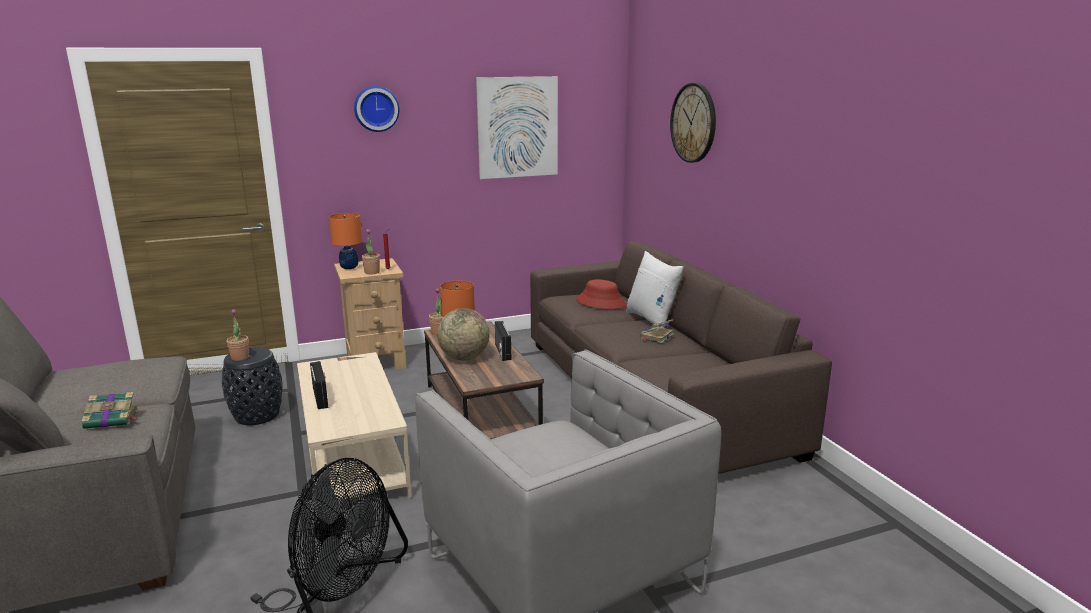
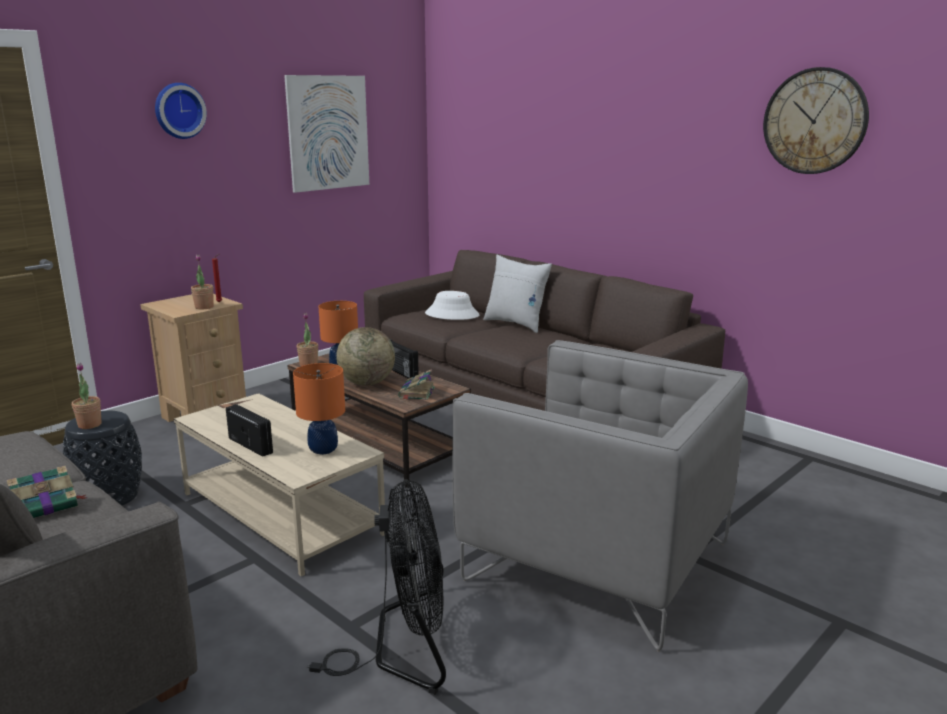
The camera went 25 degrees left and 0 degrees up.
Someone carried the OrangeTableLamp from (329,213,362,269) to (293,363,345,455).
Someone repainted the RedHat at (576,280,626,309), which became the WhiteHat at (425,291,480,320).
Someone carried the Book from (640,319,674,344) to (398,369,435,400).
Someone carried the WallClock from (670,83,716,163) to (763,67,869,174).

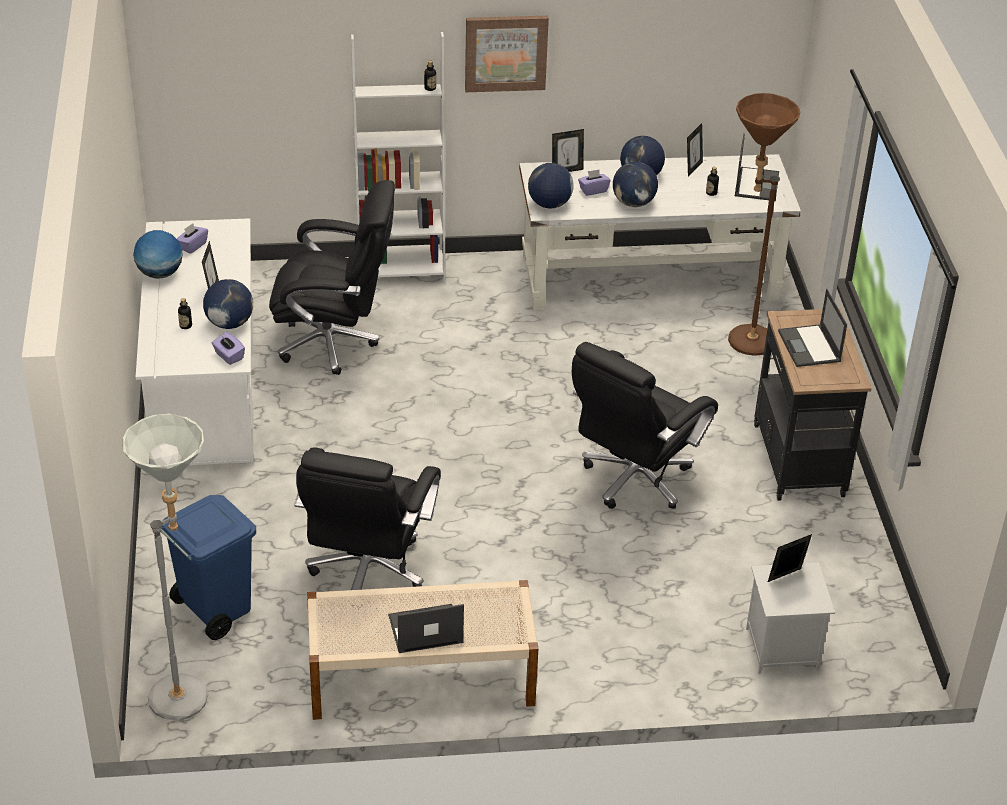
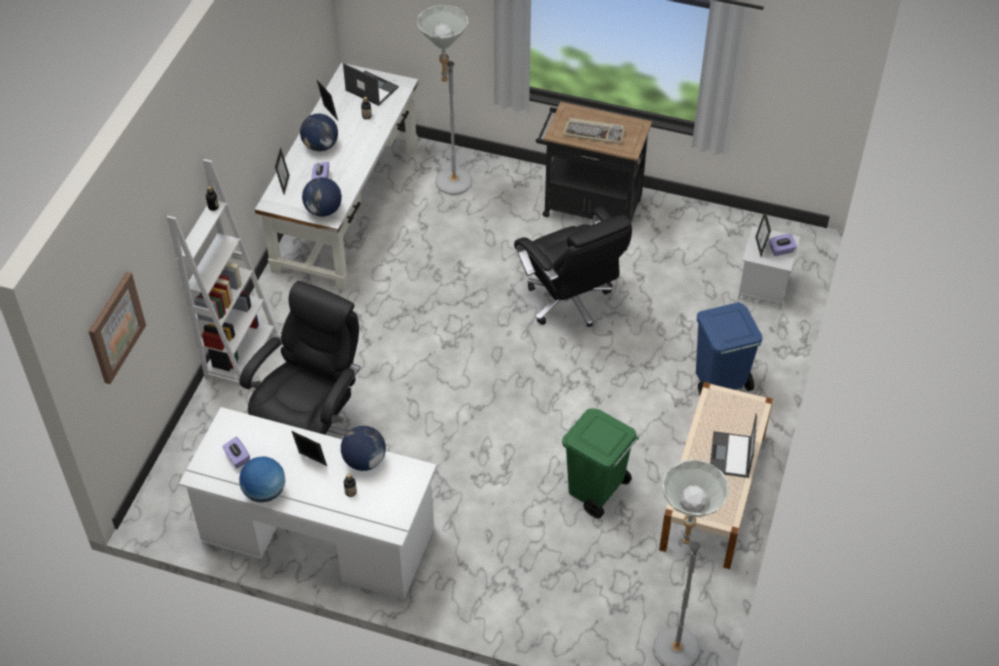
The camera went 65 degrees left and 10 degrees up.
Someone carried the BlueTrashCan from (161,495,256,640) to (696,302,762,395).
Someone carried the PurpleTissueBox from (212,332,245,365) to (769,234,797,256).
Someone swapped the BlackOfficeChair at (294,447,441,610) for the GreenTrashCan at (562,408,639,518).
Someone carried the Picture from (465,16,549,92) to (89,272,146,384).
Someone took away the Globe at (613,161,658,207).
Someone repainted the BrownFloorLamp at (728,93,801,356), which became the GreyFloorLamp at (417,5,473,195).
Someone swapped the Laptop at (778,289,847,367) for the Keyboard at (563,118,625,144).

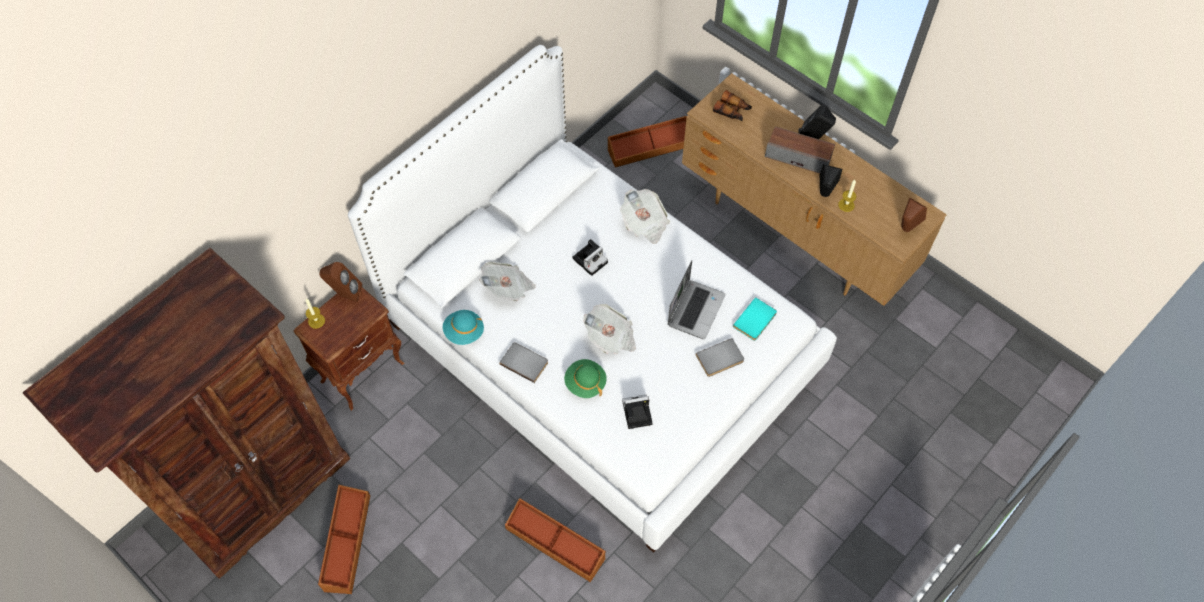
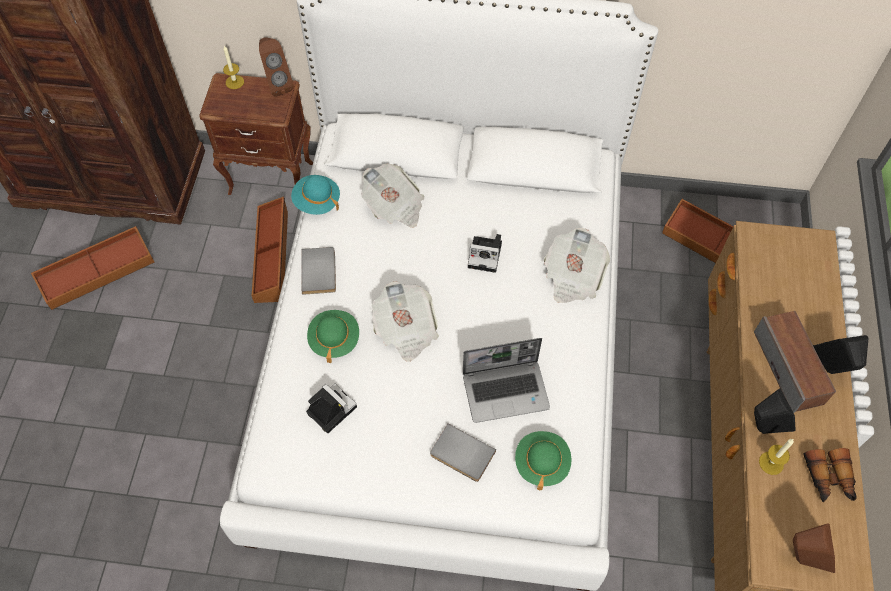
The camera went 55 degrees right and 0 degrees up.
Someone carried the BrownStorageBox from (505,498,606,582) to (252,196,288,303).
Someone carried the Binoculars from (713,90,752,121) to (803,448,857,502).
Someone swapped the TurquoiseBook at (733,297,777,341) for the GreenHat at (515,431,572,491).

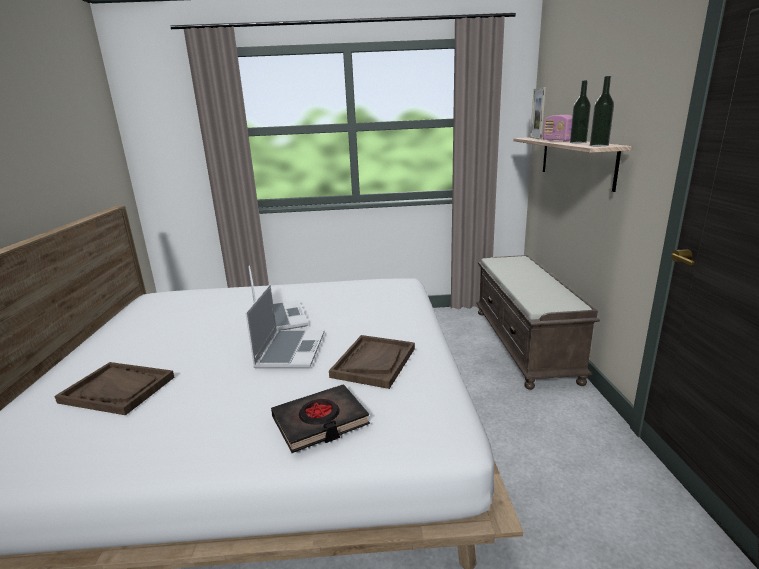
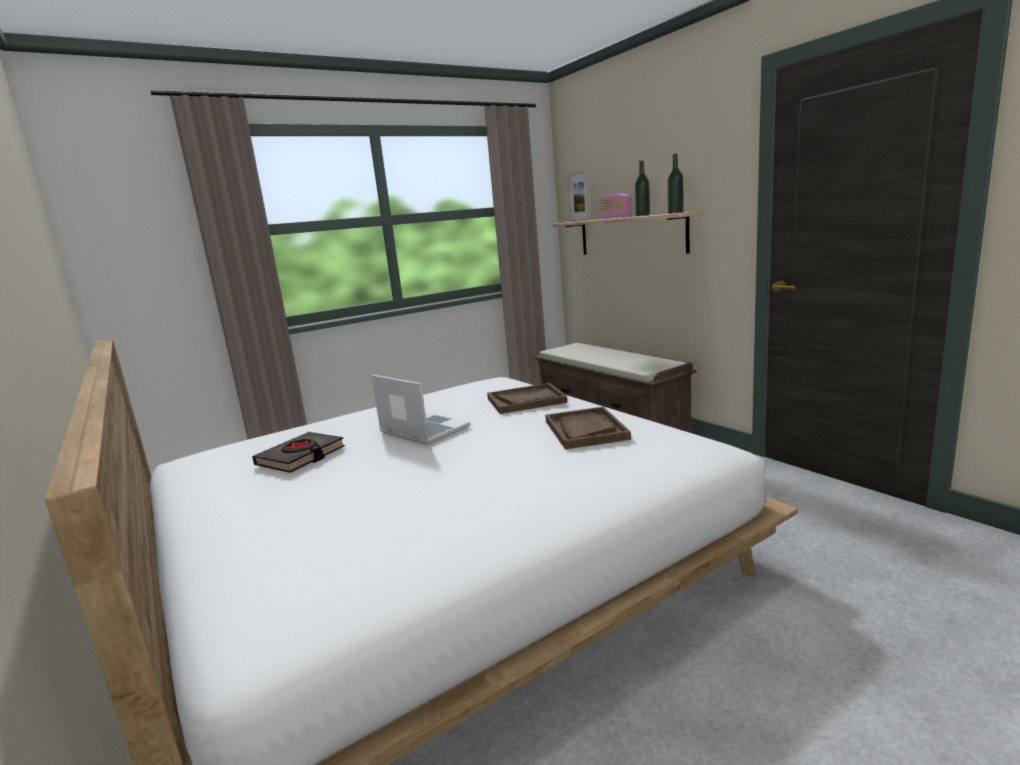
The camera went 30 degrees left and 5 degrees down.
Someone carried the BrownTray from (54,362,175,415) to (487,383,567,414).
Someone took away the Laptop at (245,285,324,368).
Someone carried the BlackBook from (271,384,370,453) to (252,432,345,473).

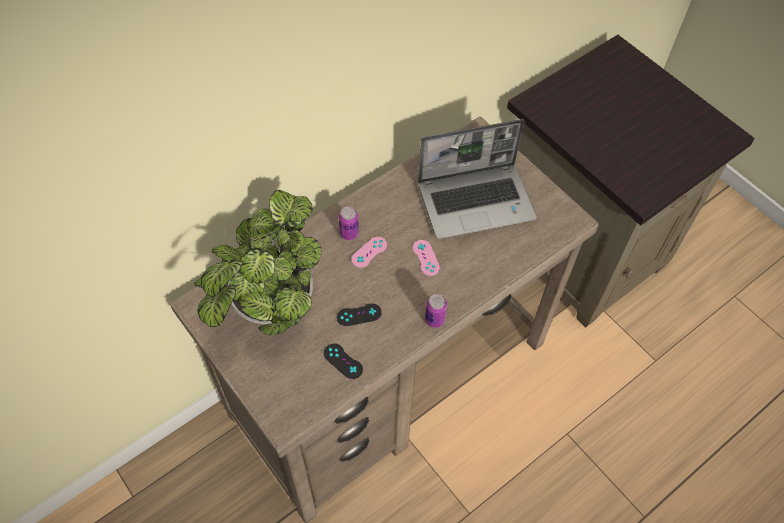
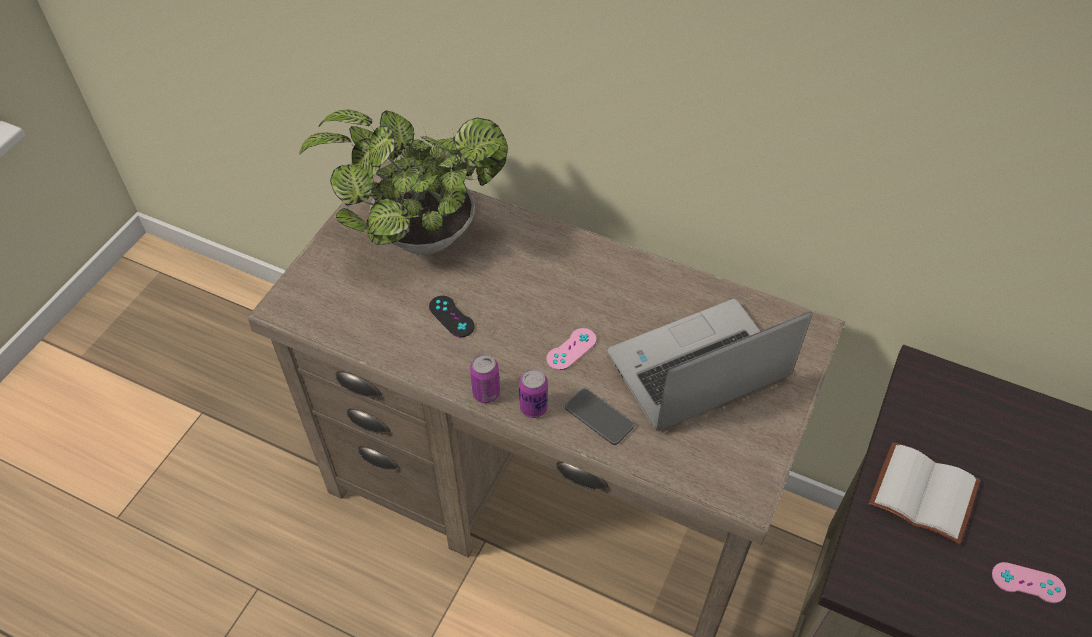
The camera went 65 degrees right and 5 degrees down.
Someone took away the BlackGameController at (324,343,363,379).
Someone carried the Can from (339,207,359,240) to (519,368,548,418).
Someone carried the PinkGameController from (351,236,387,268) to (992,562,1066,603).
Someone rotated the Laptop at (418,119,537,239) by 105 degrees clockwise.
Someone put down the Phone at (565,388,634,445).
Someone put down the WhiteBook at (869,442,980,545).

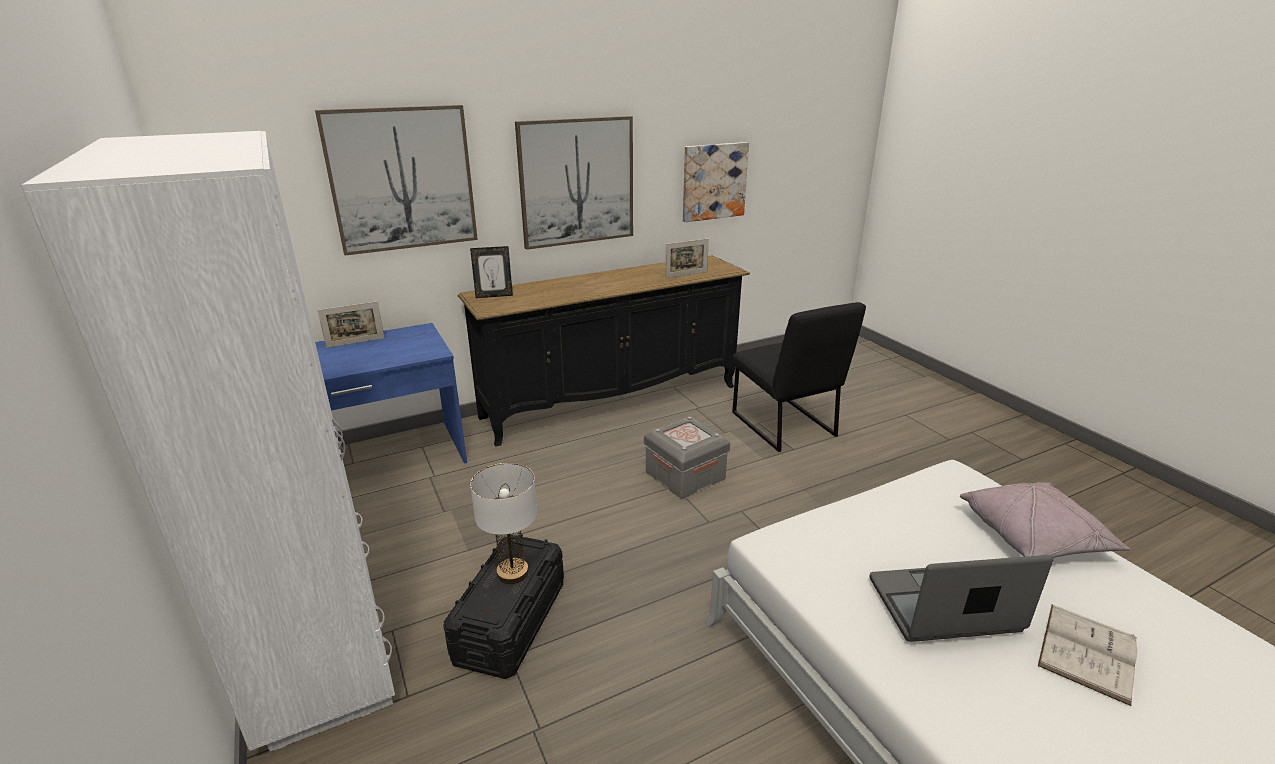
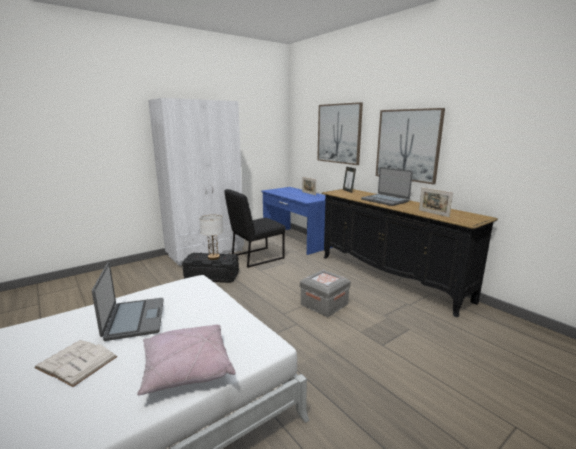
The camera went 80 degrees right and 10 degrees down.
Someone took away the Picture at (683,142,749,222).
Someone carried the BlackChair from (732,302,866,452) to (224,189,286,268).
Someone put down the Laptop at (361,167,413,206).

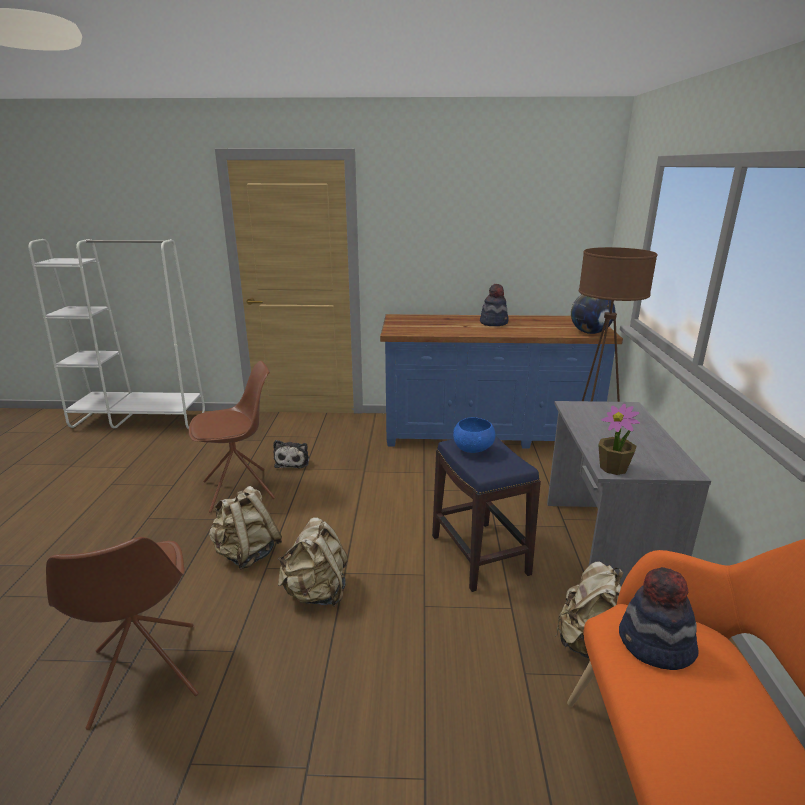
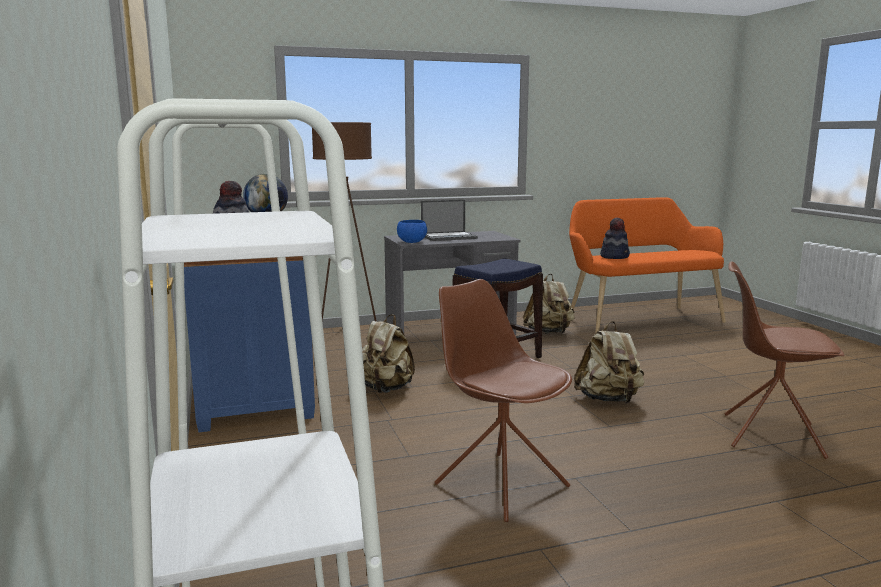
The camera went 110 degrees left and 10 degrees down.
Someone rotated the BrownChair at (46,537,199,730) by 120 degrees counterclockwise.
Someone carried the BeigeBackpack from (209,486,282,570) to (362,314,415,393).
Someone took away the PlushToy at (273,440,309,469).
Someone carried the BlueBowl from (453,417,495,453) to (397,220,427,243).
Someone took away the PottedPlant at (598,404,640,475).
Someone put down the Laptop at (421,200,478,241).

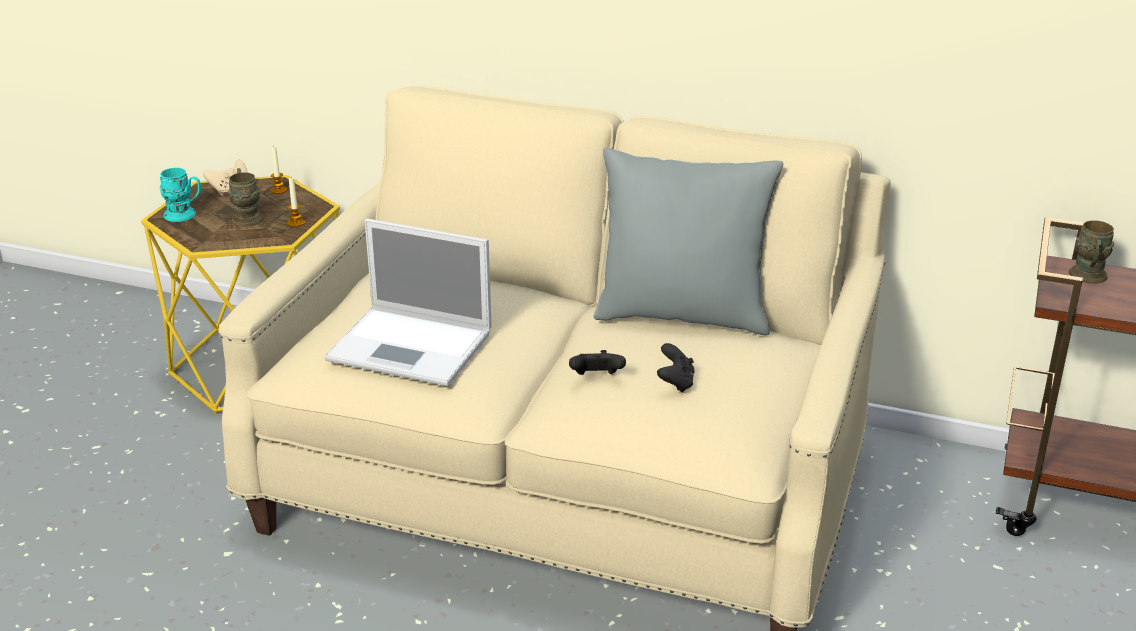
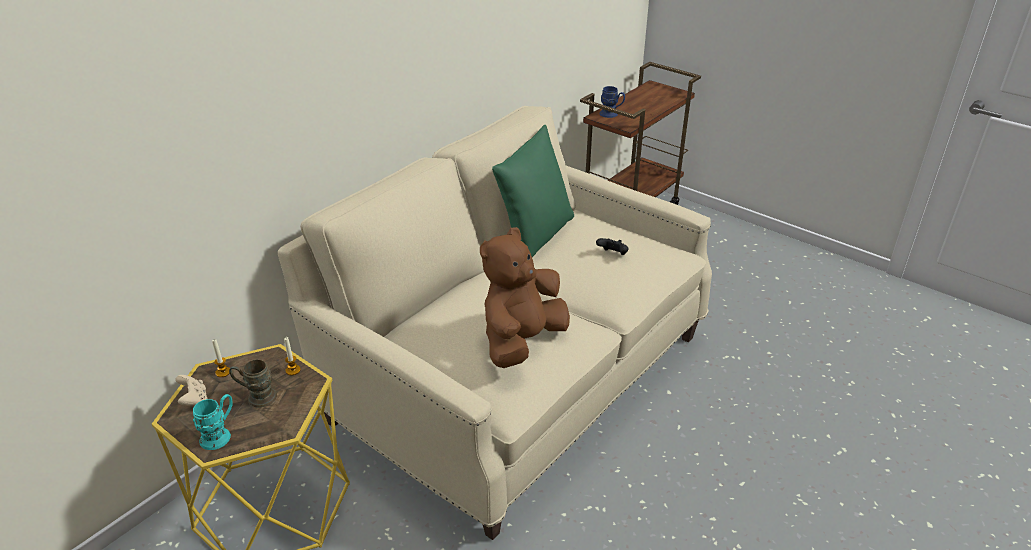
The camera went 70 degrees left and 5 degrees up.
Someone swapped the Laptop at (324,218,492,386) for the BrownPlushToy at (480,227,570,368).
Someone took away the BlackGameController at (569,350,626,375).
Someone repainted the GreyPillow at (594,148,784,336), which became the GreenPillow at (492,125,574,257).
Someone repainted the BrownMug at (1069,220,1114,284), which became the BlueMug at (599,86,625,118).

